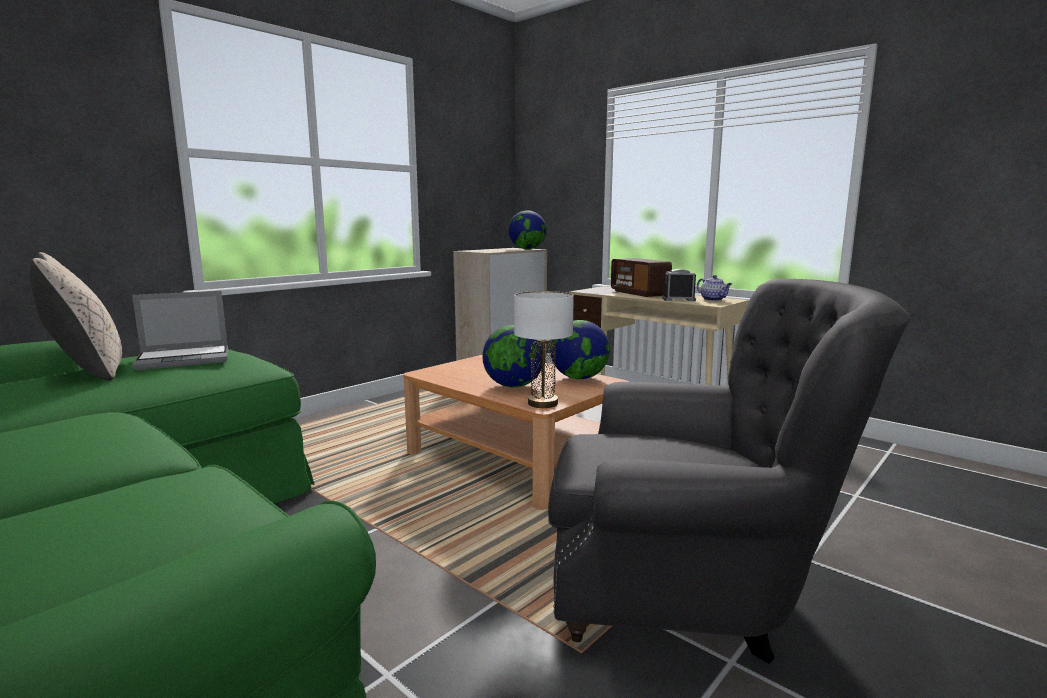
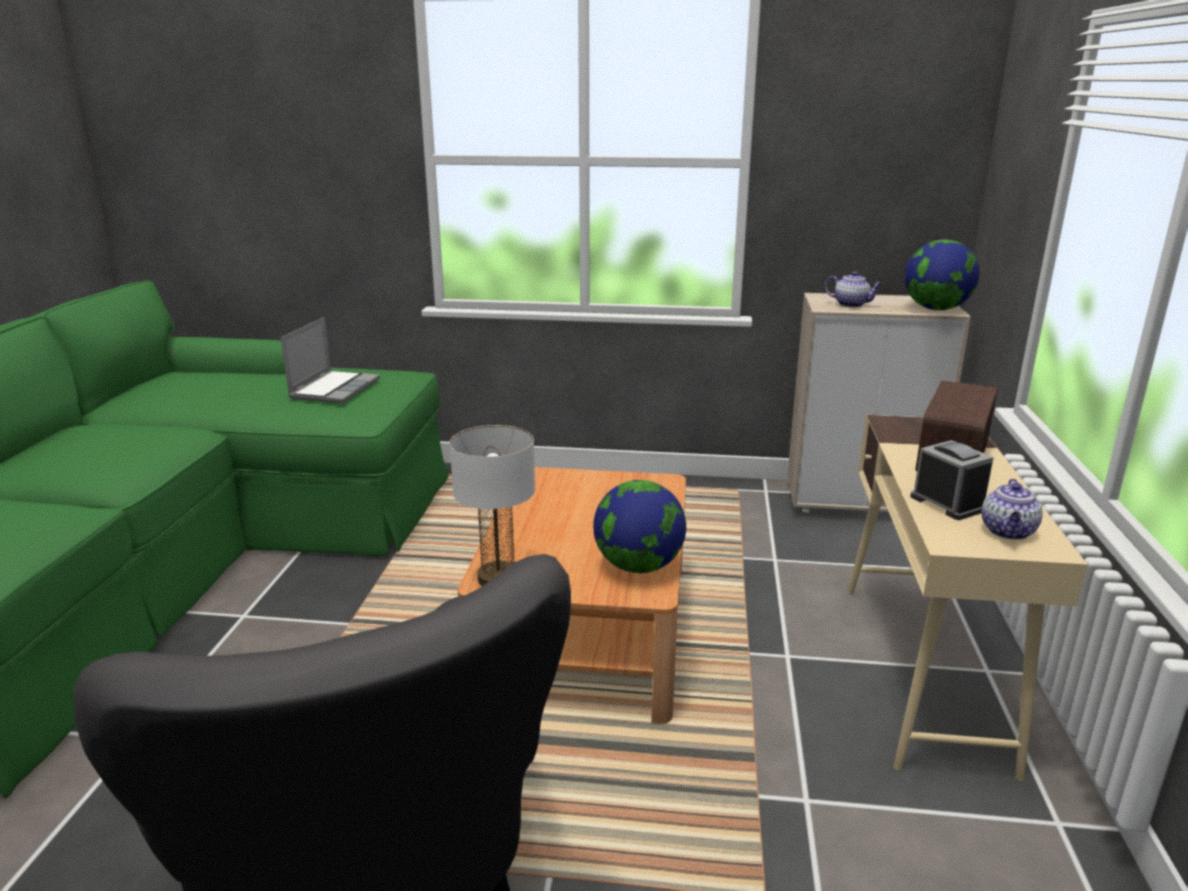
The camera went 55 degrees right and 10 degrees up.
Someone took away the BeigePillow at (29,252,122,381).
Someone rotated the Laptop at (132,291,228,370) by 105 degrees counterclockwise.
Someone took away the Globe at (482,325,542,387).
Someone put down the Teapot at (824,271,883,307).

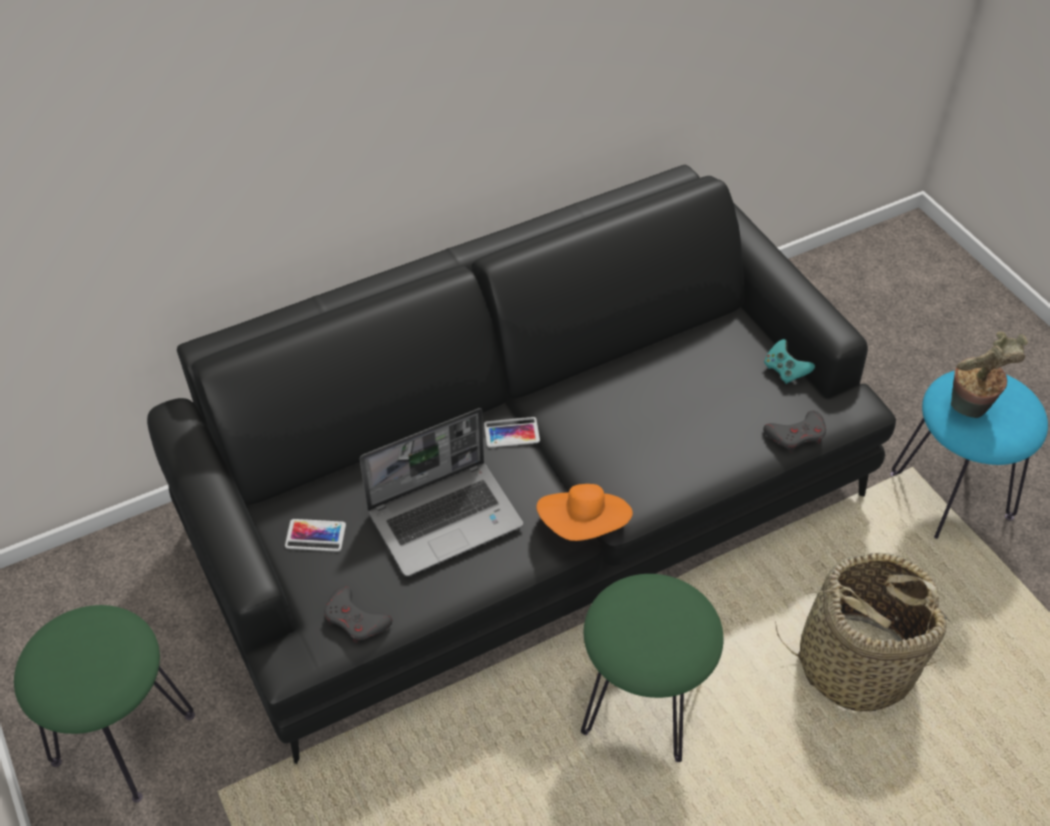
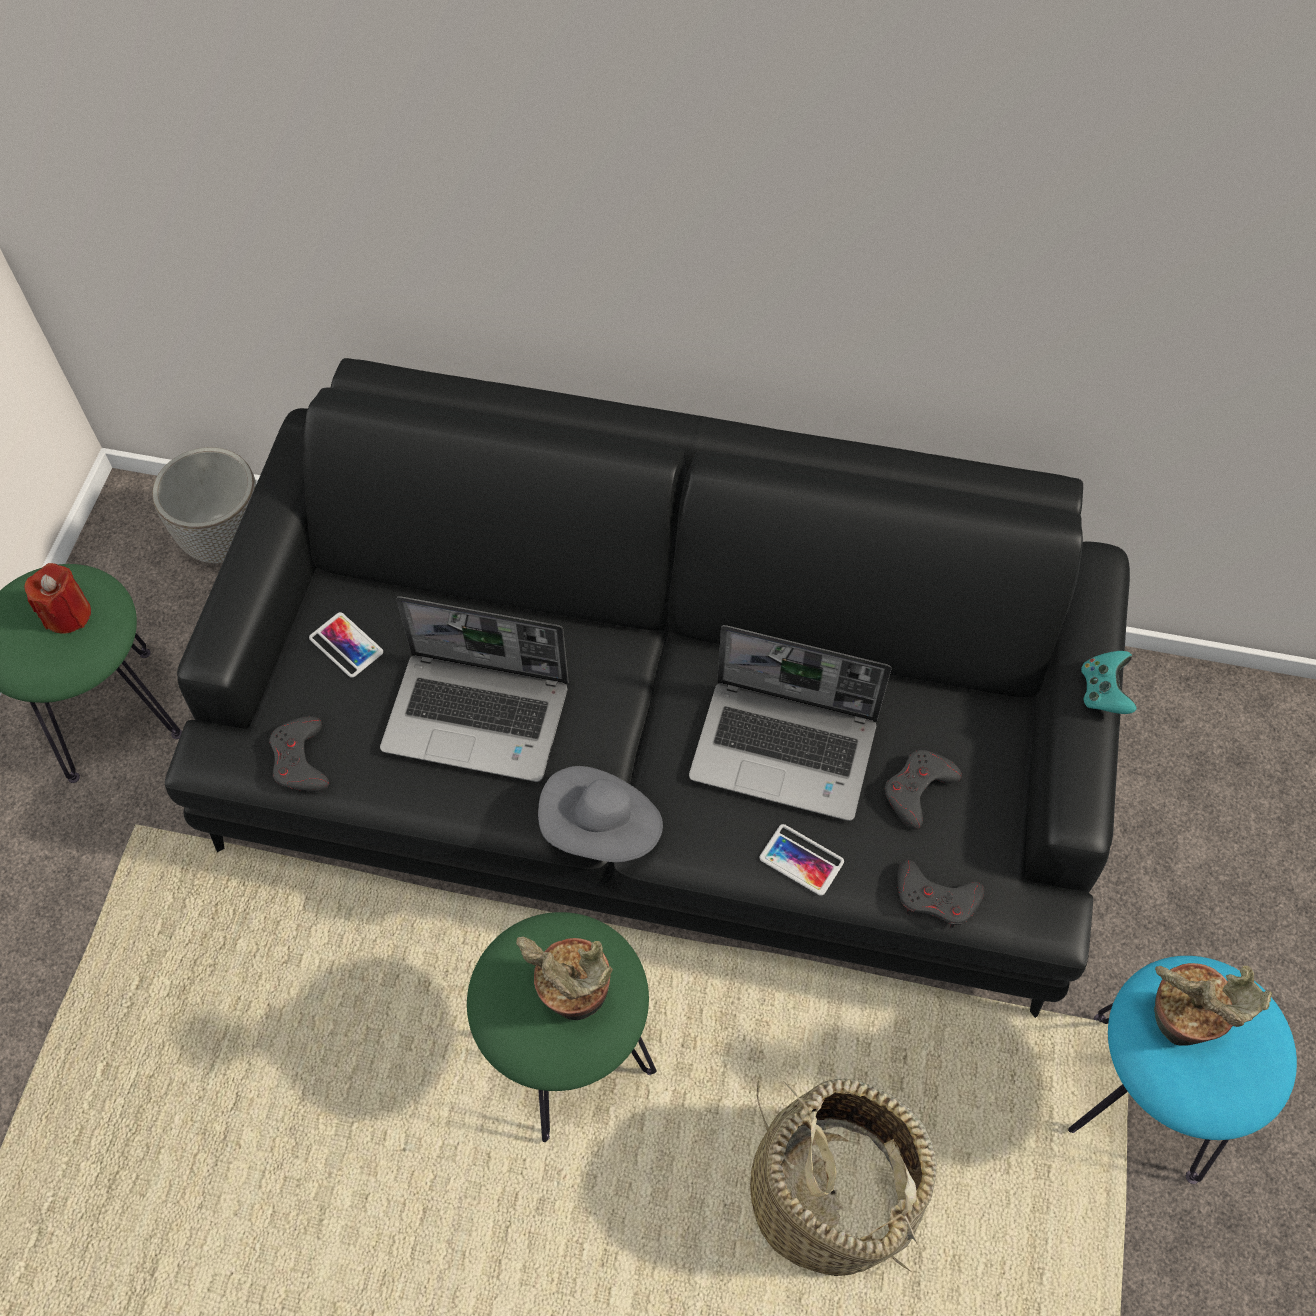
The camera went 40 degrees right and 10 degrees up.
Someone carried the Phone from (484,417,540,448) to (759,824,844,896).
Someone repainted the OrangeHat at (536,484,633,541), which became the GreyHat at (538,766,663,862).
Someone carried the TurquoiseGameController from (764,339,815,384) to (1081,651,1137,714).
Someone put down the RedCandle at (24,563,91,634).
Someone put down the Planter at (152,447,256,563).
Someone put down the PottedPlant at (516,936,613,1020).
Someone put down the Laptop at (689,625,892,821).
Someone put down the GreyGameController at (885,750,962,830).

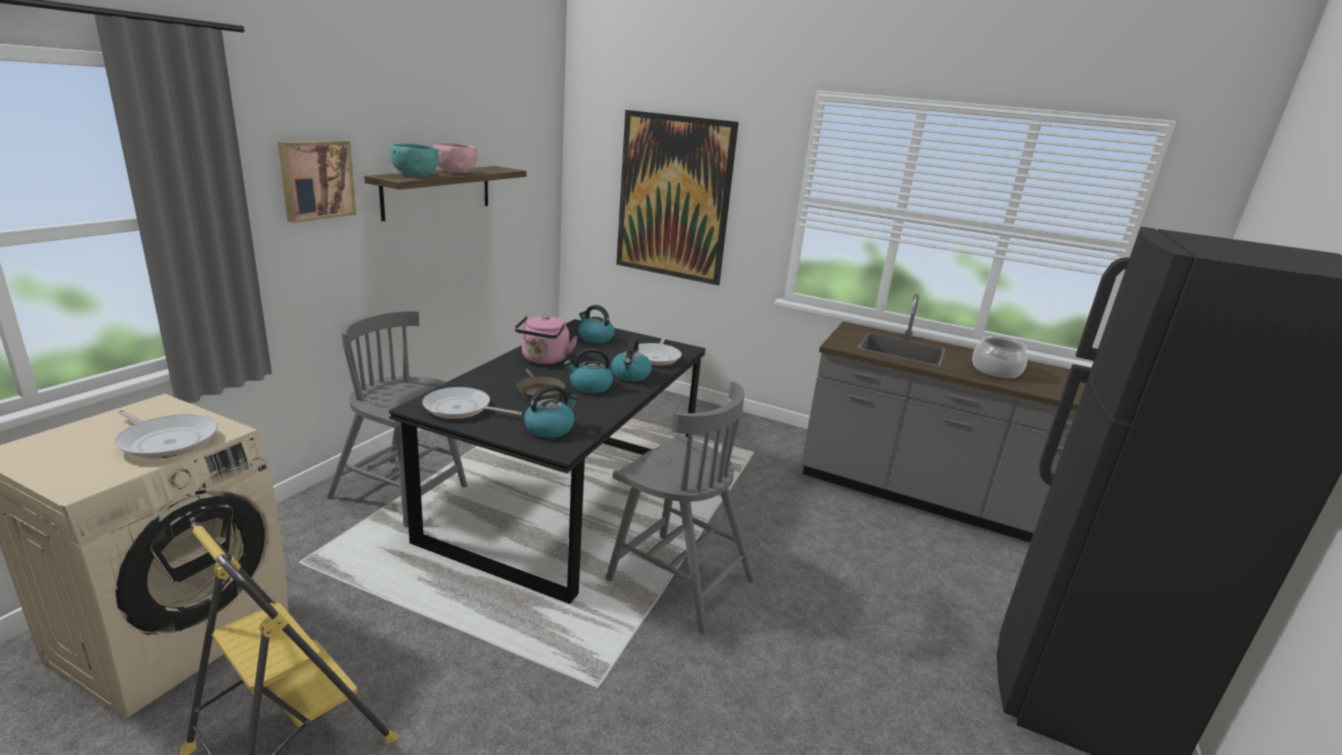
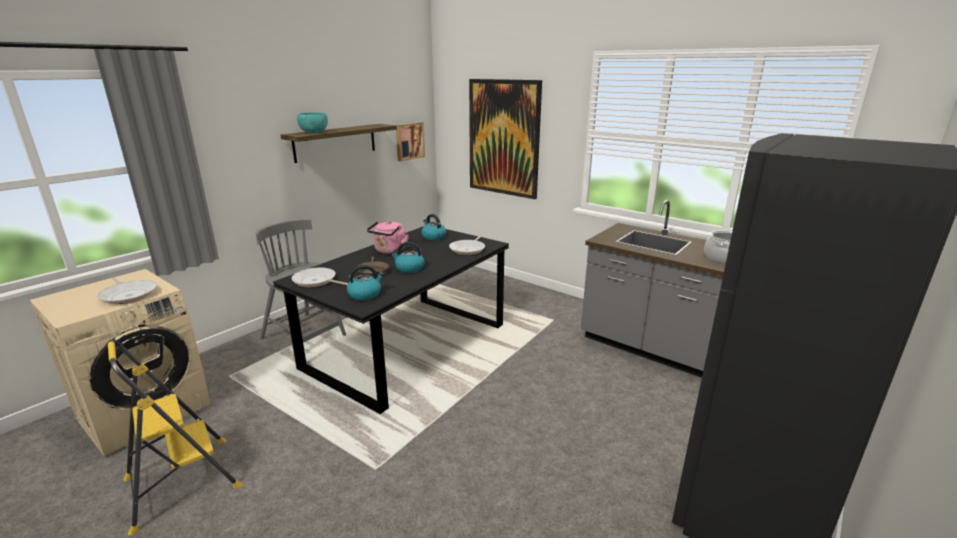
The camera went 15 degrees right and 0 degrees up.
Someone carried the Picture from (278,140,357,223) to (396,122,425,161).
Someone took away the PinkBowl at (433,143,478,173).
Someone took away the GreyChair at (606,381,755,635).
Someone took away the Kettle at (611,338,652,381).

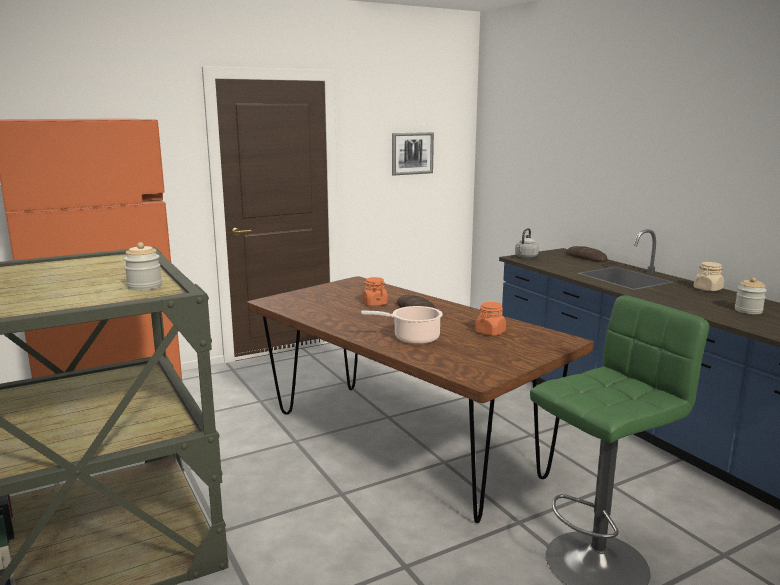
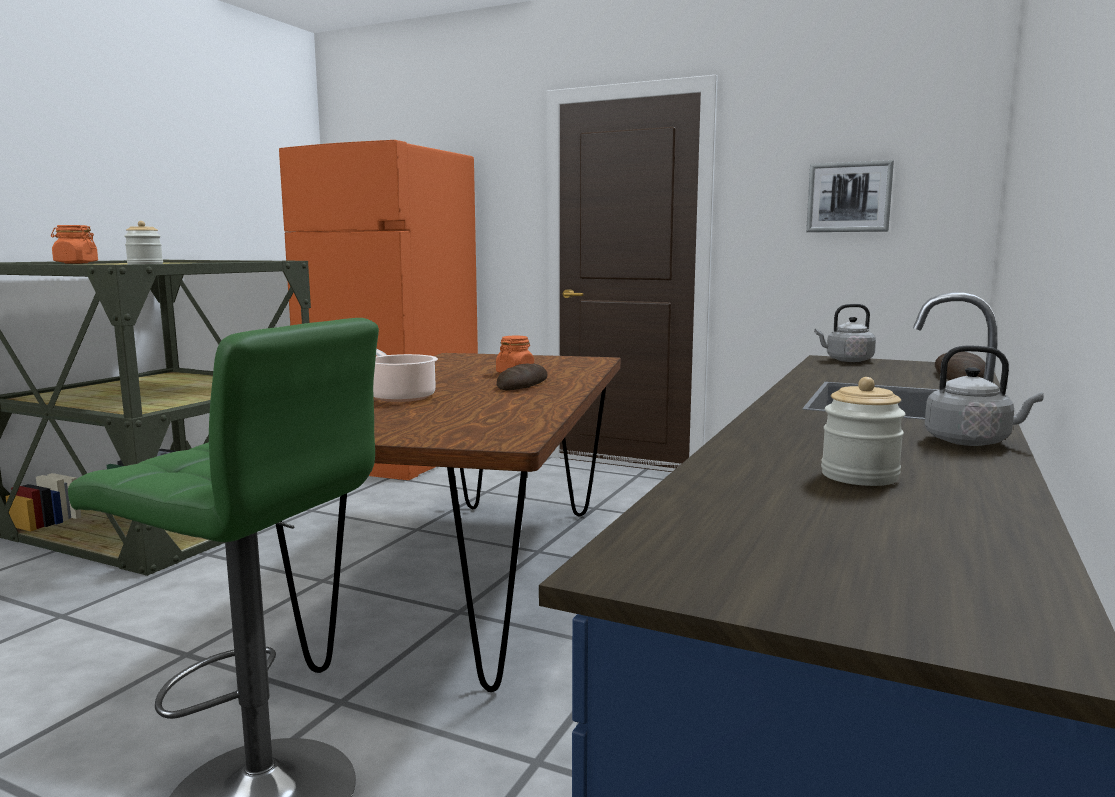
The camera went 55 degrees right and 5 degrees down.
Someone carried the OrangeJar from (475,302,506,336) to (51,225,98,263).
Someone swapped the BeigeJar at (694,262,724,291) for the GreyKettle at (925,345,1043,446).

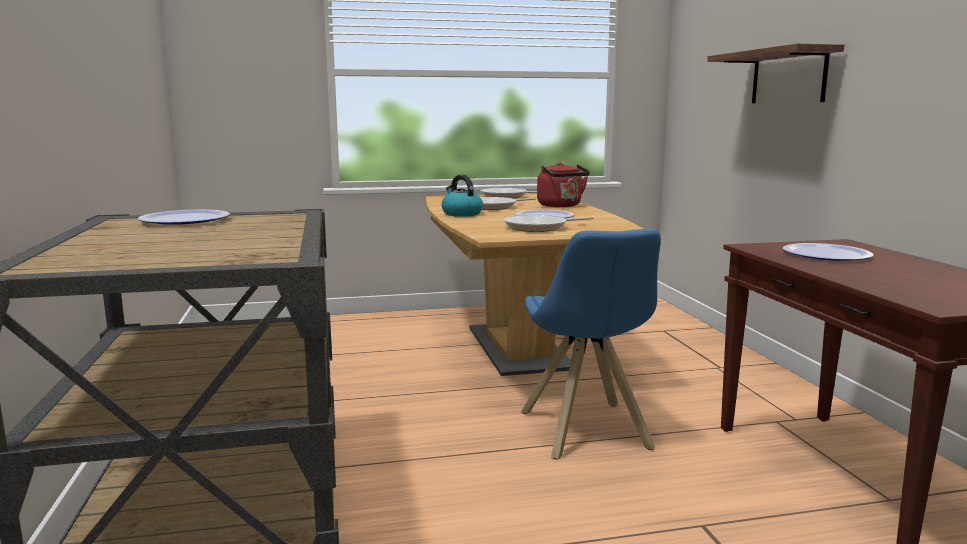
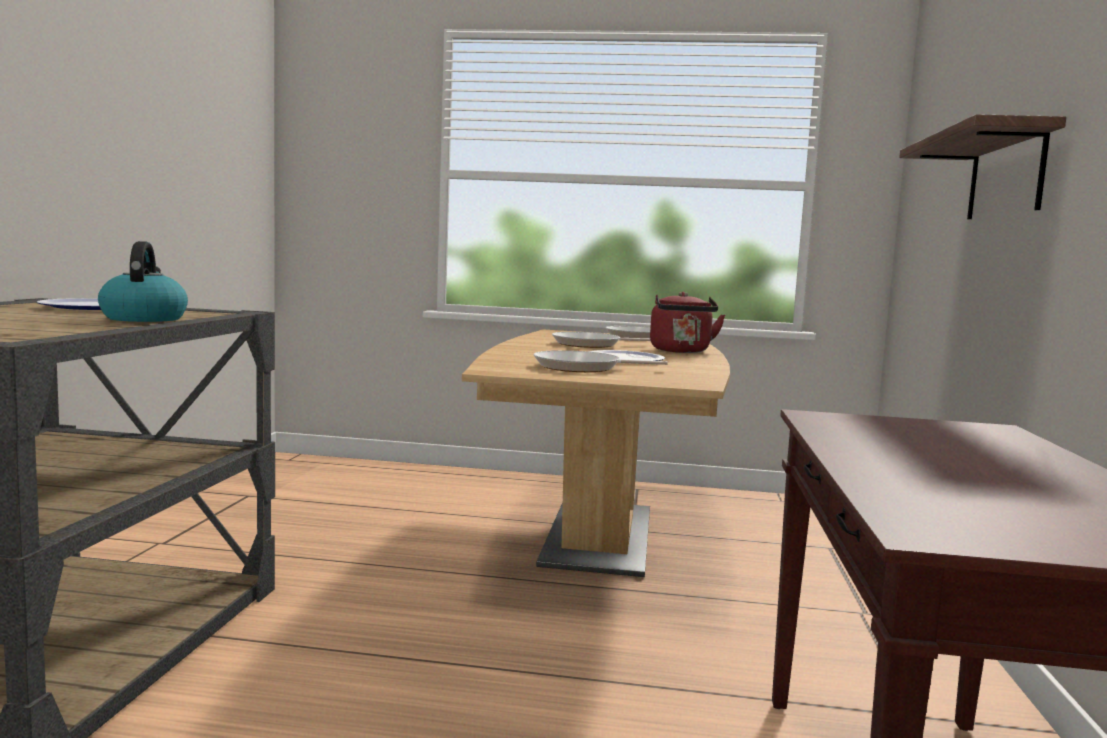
The camera went 20 degrees right and 5 degrees down.
Someone carried the Kettle from (442,175,483,217) to (98,241,188,322).
Someone took away the BlueChair at (521,228,661,460).
Someone took away the Plate at (783,243,873,261).

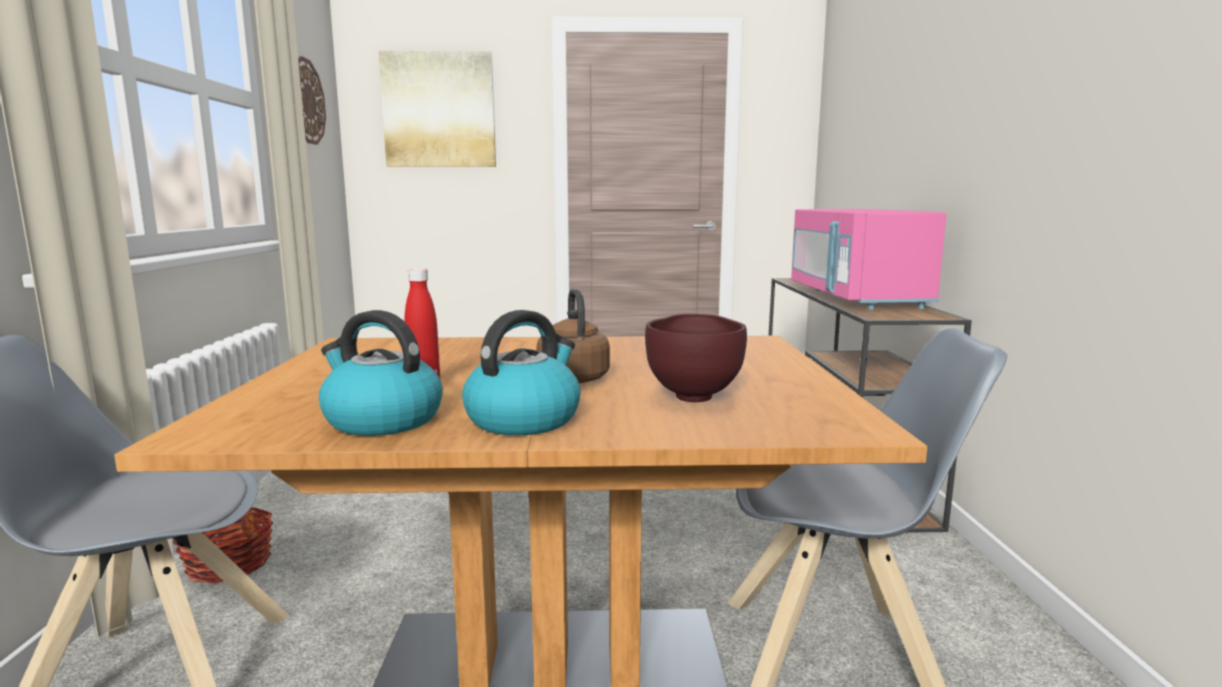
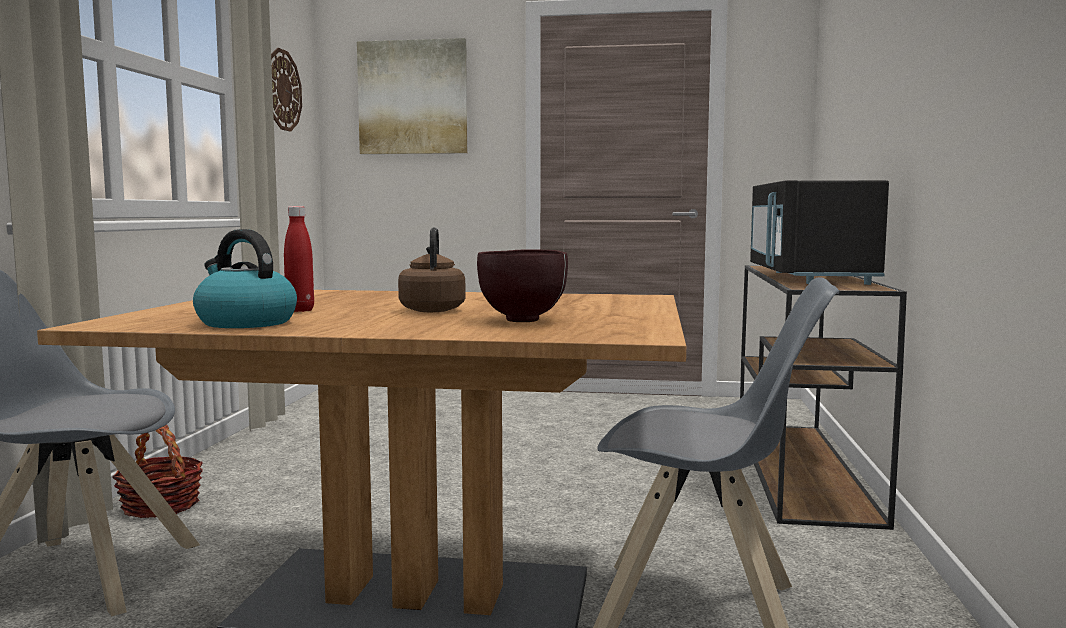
The camera went 10 degrees right and 5 degrees down.
Someone took away the Kettle at (462,310,581,435).
Someone repainted the PinkMicrowave at (791,209,946,310), which became the BlackMicrowave at (750,180,889,285).

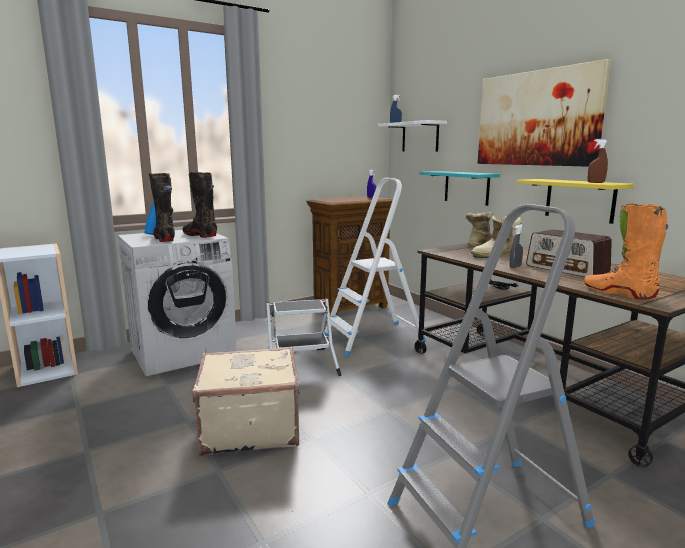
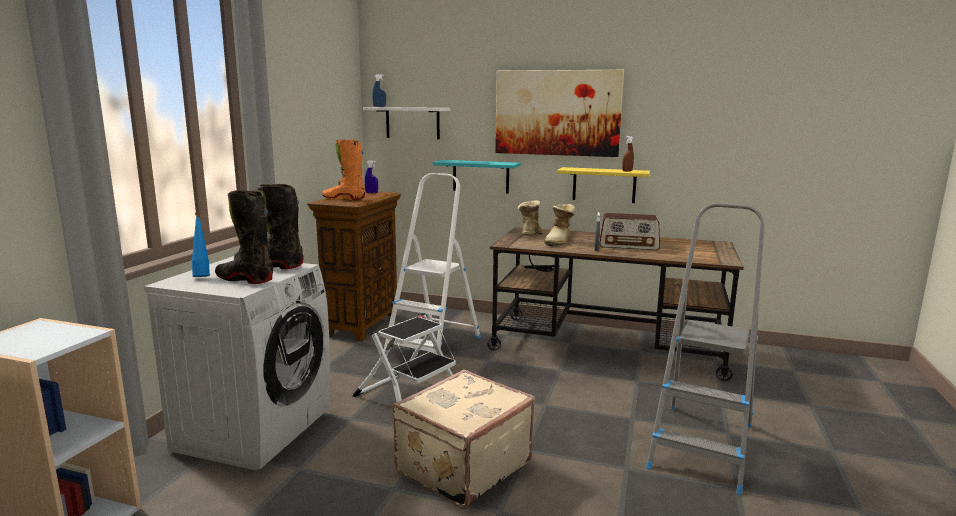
The camera went 40 degrees left and 0 degrees up.
Someone carried the OrangeBoot from (584,203,668,300) to (322,139,365,200).

